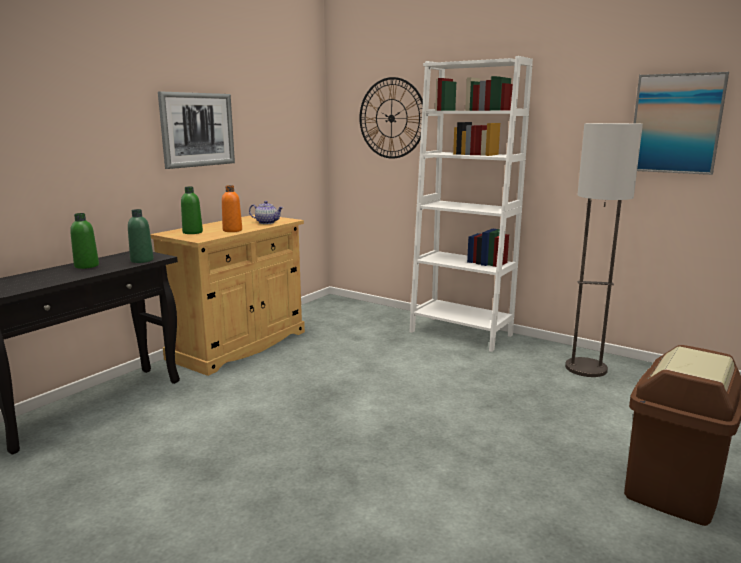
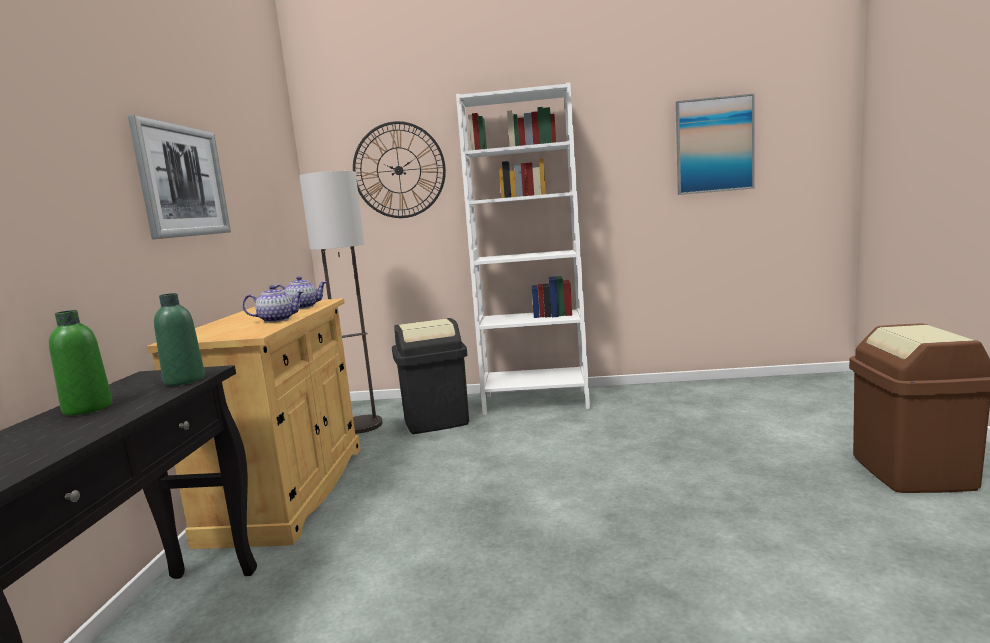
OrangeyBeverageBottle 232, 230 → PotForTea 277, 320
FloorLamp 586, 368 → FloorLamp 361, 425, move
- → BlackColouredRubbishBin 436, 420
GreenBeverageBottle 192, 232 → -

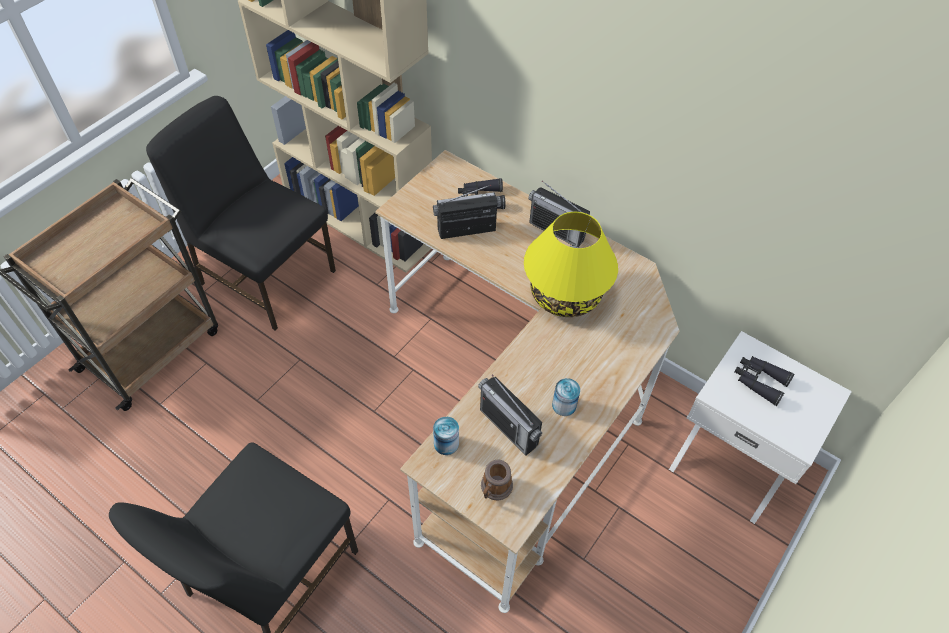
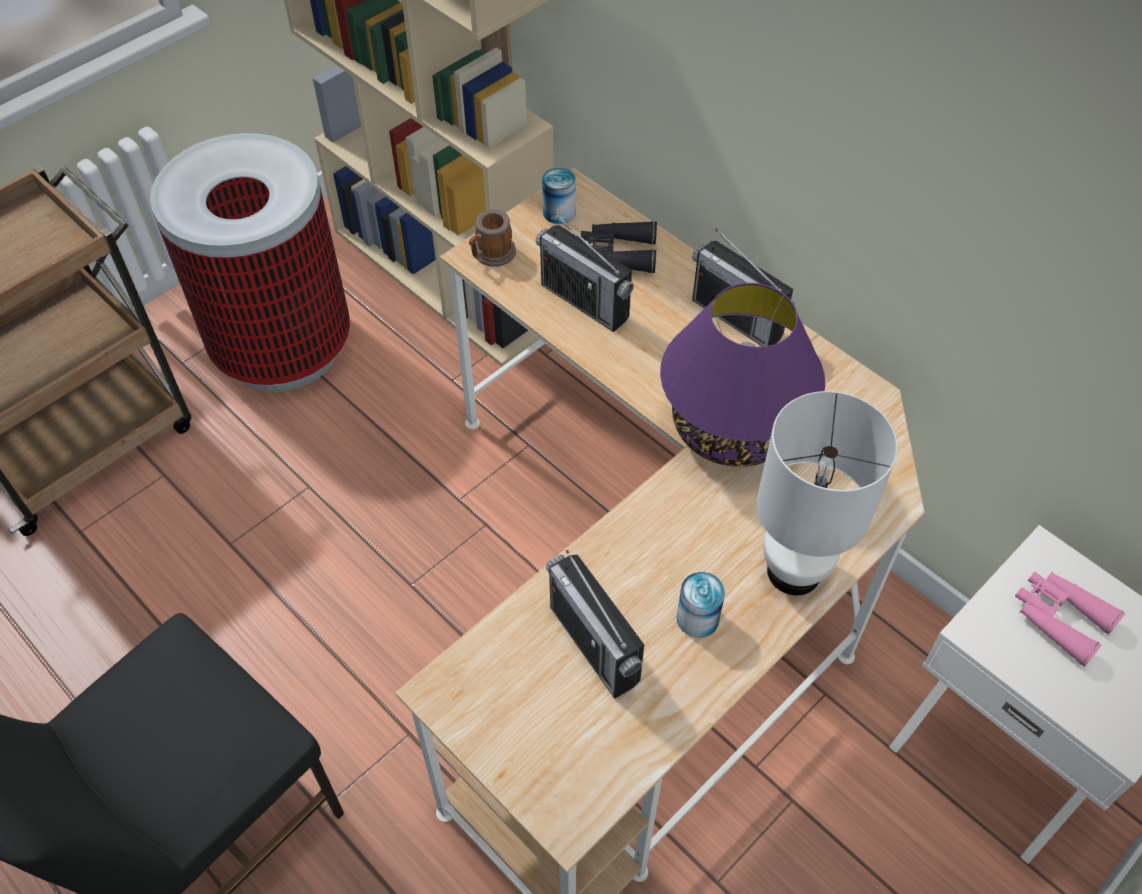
BlackColouredUprightChair 267, 275 → RubbishBin 283, 347
TeaMug 494, 488 → TeaMug 491, 255, move
RadioSet 466, 230 → RadioSet 585, 301, 135 degrees counterclockwise
MetalCan 446, 443 → MetalCan 559, 212, move
YellowTableLamp 565, 295 → PurplishTableLamp 732, 427
- → WhitishTableLamp 792, 571
BlackColouredPairOfBinoculars 759, 381 → PinkPairOfBinoculars 1059, 618

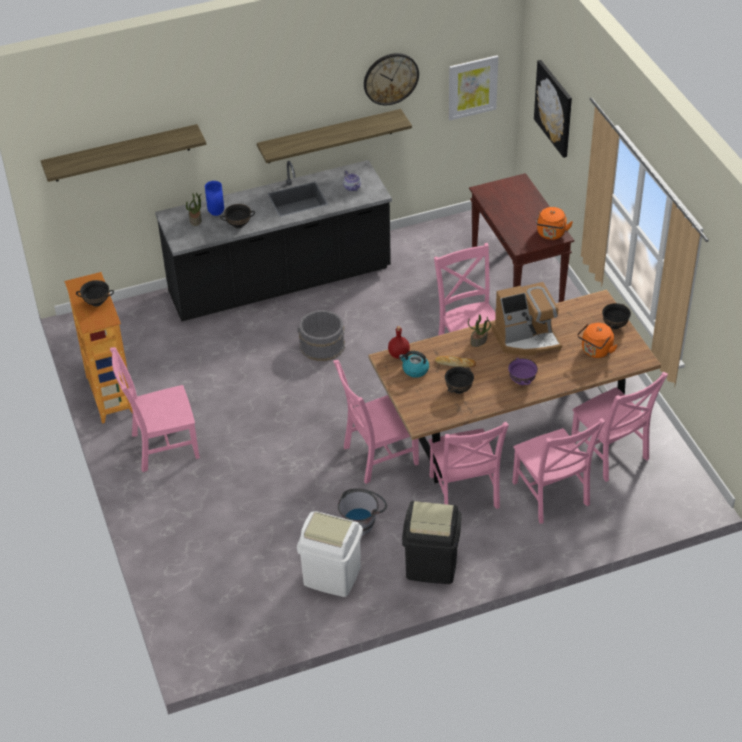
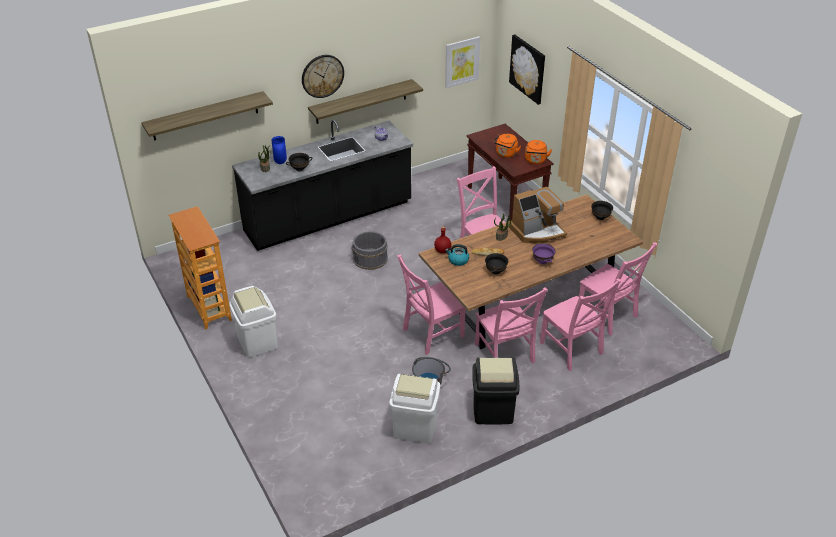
PinkUprightChair 162, 446 → WhitishRubbishBin 257, 342
ClockOnTheWall 390, 78 → ClockOnTheWall 322, 76, move
OrangeyWaterKettle 595, 351 → OrangeyWaterKettle 506, 154, move
BlackColouredBowl 97, 302 → -

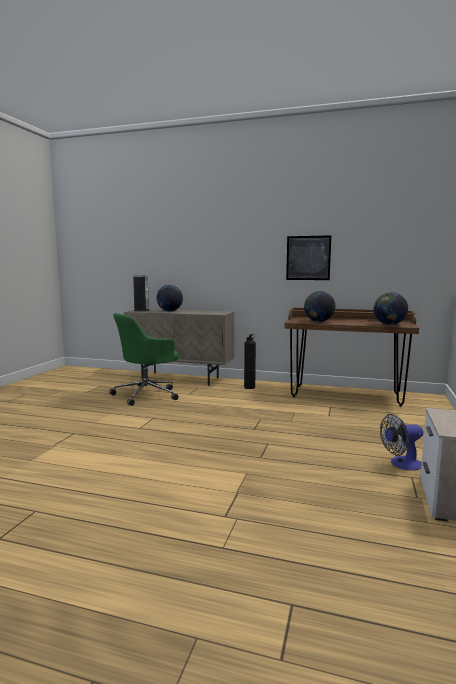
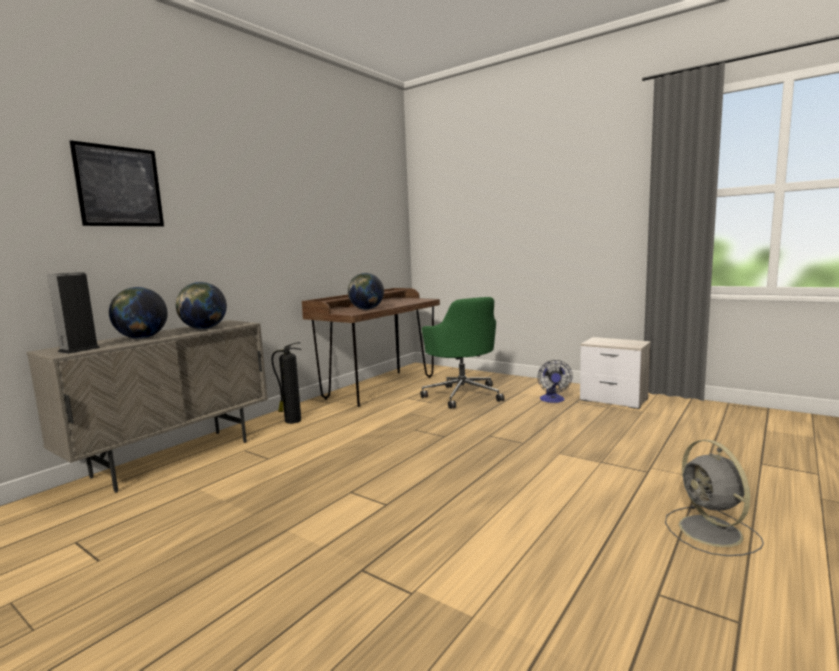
WallPicture 308, 258 → WallPicture 119, 186, move
Globe 389, 325 → Globe 204, 329, move
GreenOfficeChair 147, 394 → GreenOfficeChair 462, 395, move
- → GreyishCoolingFan 712, 532

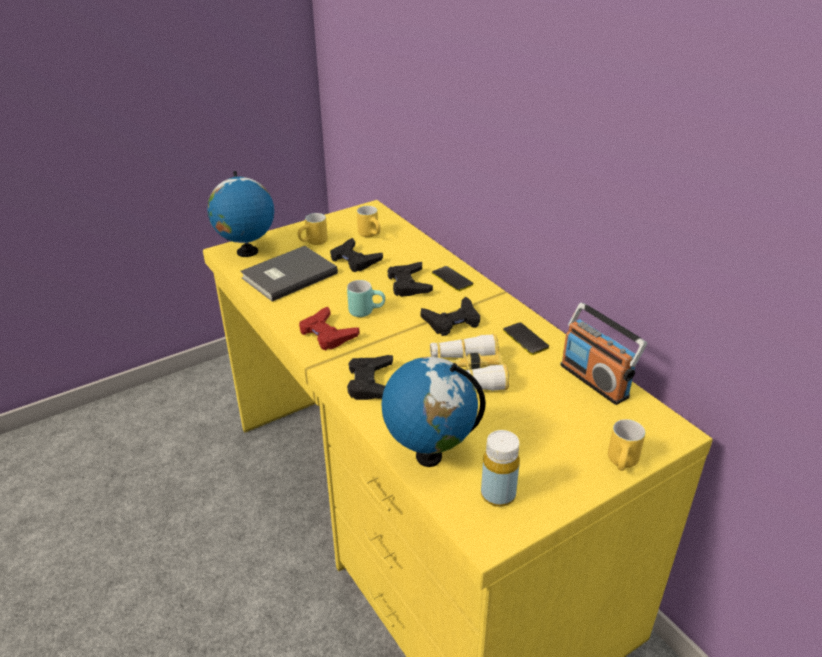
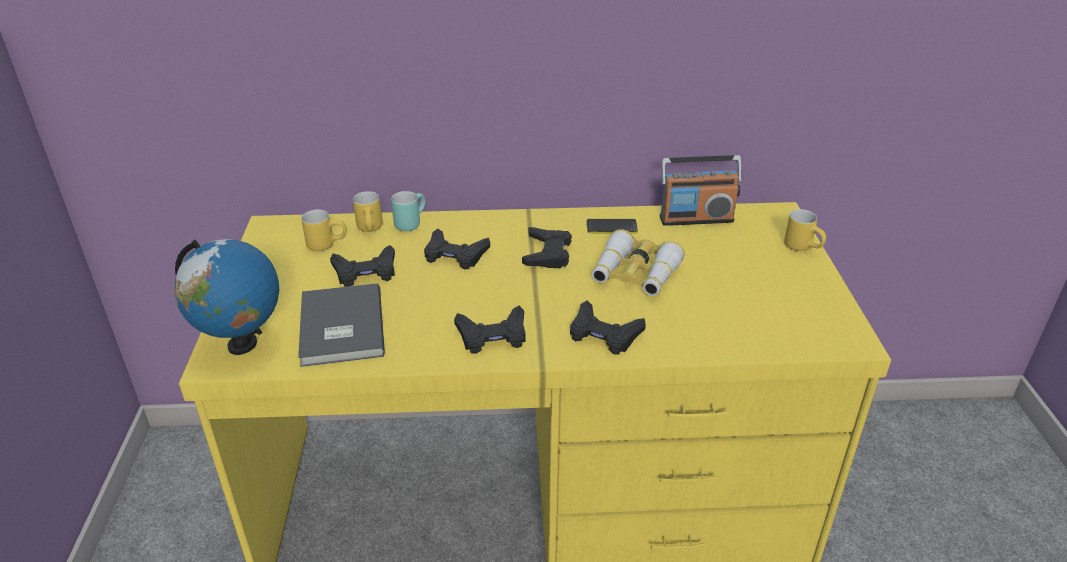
YellowTeaMug 314, 243 → YellowTeaMug 372, 229, move
TurquoiseColouredTeaMug 366, 311 → TurquoiseColouredTeaMug 410, 222, move
RedColouredGameController 327, 334 → BlackColouredGameController 492, 335
Globe 429, 455 → -
Phone 452, 279 → -
YellowBeverageBottle 498, 495 → -

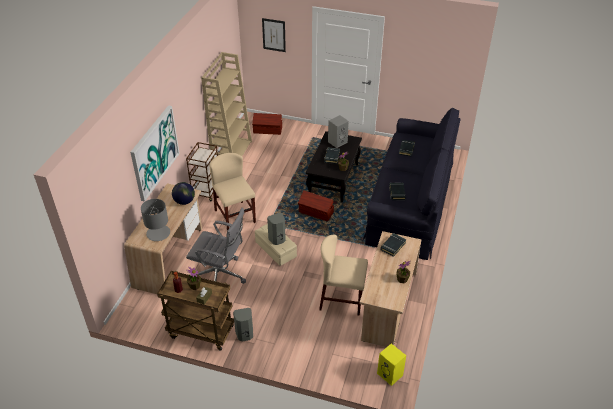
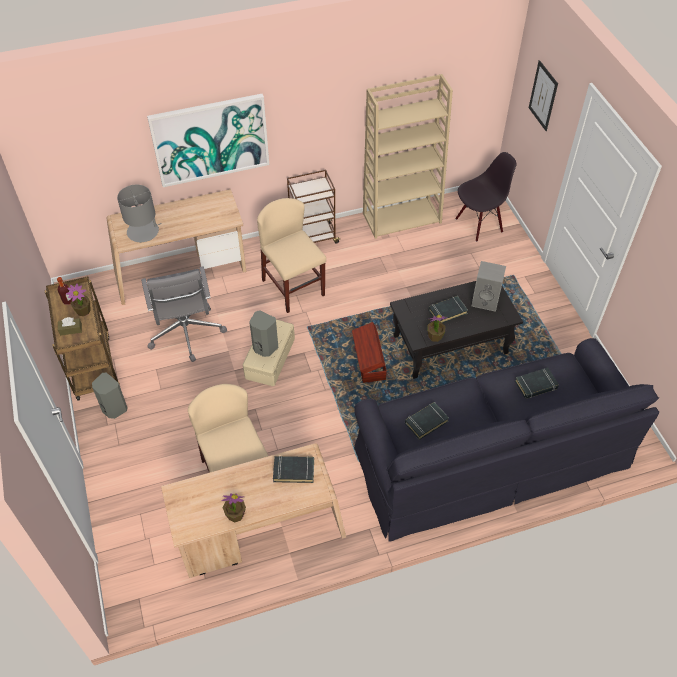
BeigeColouredUprightChair 235, 216 → BeigeColouredUprightChair 293, 288, 60 degrees counterclockwise
BrownishStorageBin 268, 130 → BlackColouredUprightChair 479, 224
Globe 184, 201 → -
YellowSpeaker 390, 374 → -

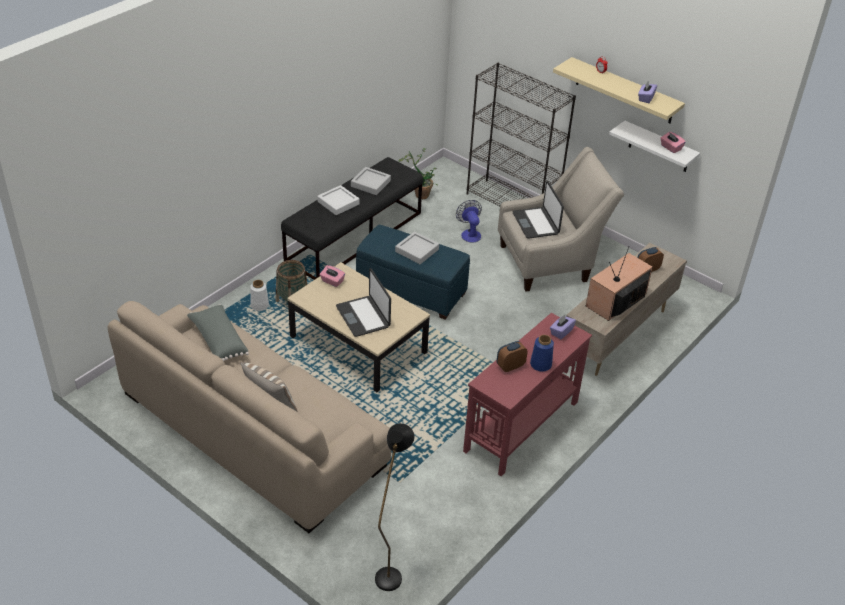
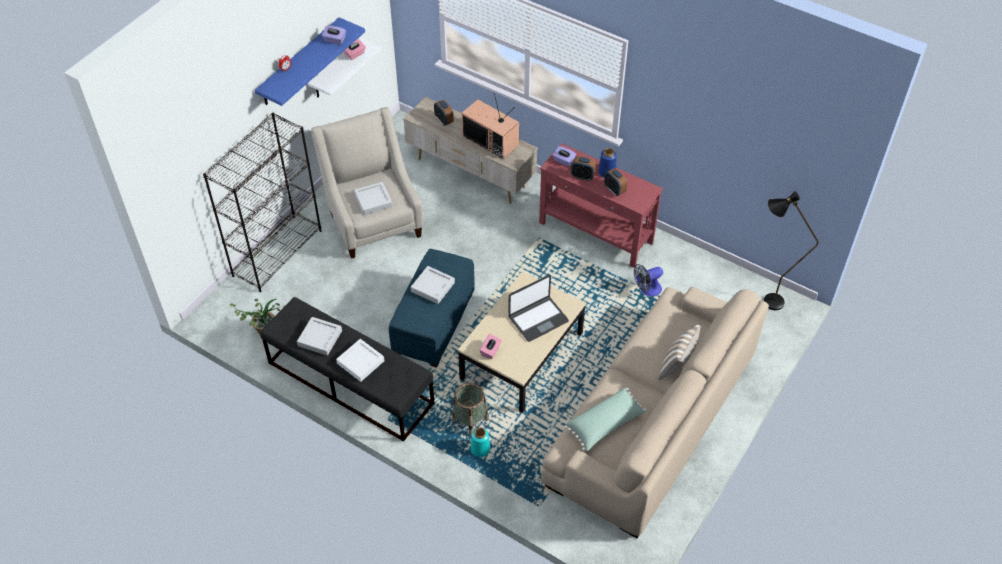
BeigeColouredShelf 624, 91 → BluishShelf 299, 62
NotebookComputer 536, 223 → GreyishTray 373, 200
WhitishFlowerVase 260, 305 → TurquoiseColouredFlowerVase 480, 449
GreyishPillow 218, 341 → GreenPillow 605, 424
- → TableClock 582, 176
CoolingFan 469, 233 → CoolingFan 647, 290, move

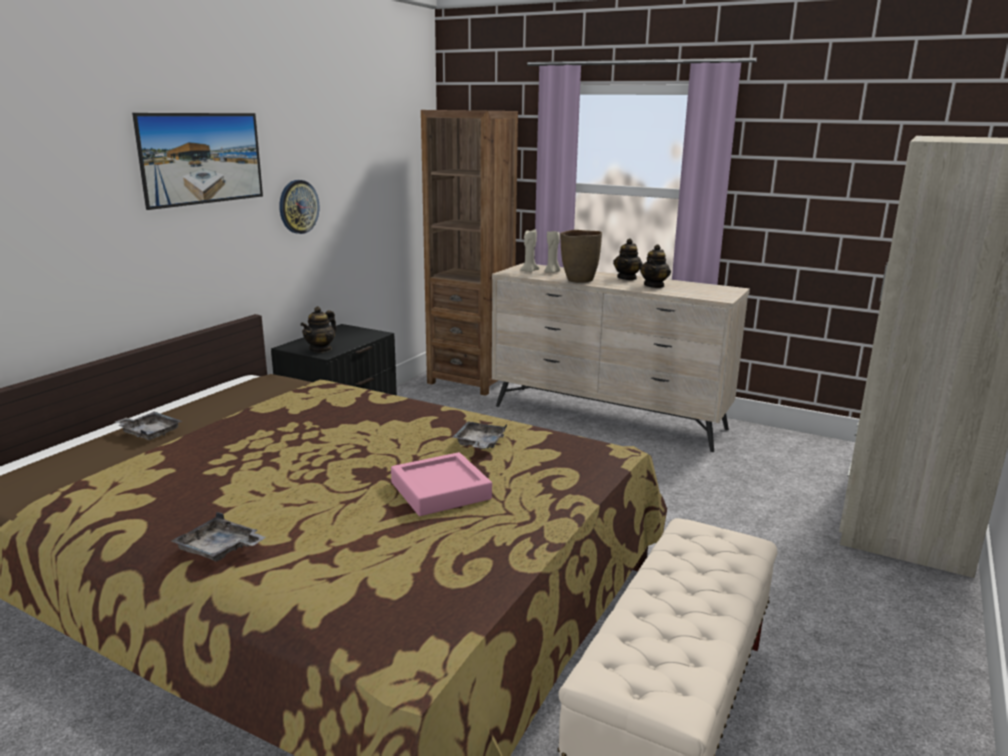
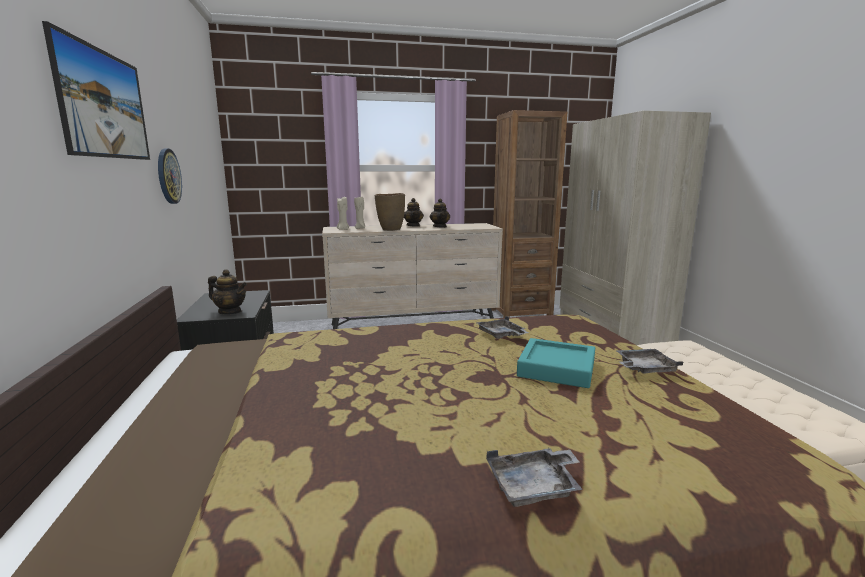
PotForTea 321, 349 → PotForTea 230, 312, 60 degrees counterclockwise
BrownishBookcase 470, 381 → BrownishBookcase 520, 313, move
PinkTray 440, 491 → TurquoiseColouredTray 556, 368
GreyishTray 149, 432 → GreyishTray 644, 368, move

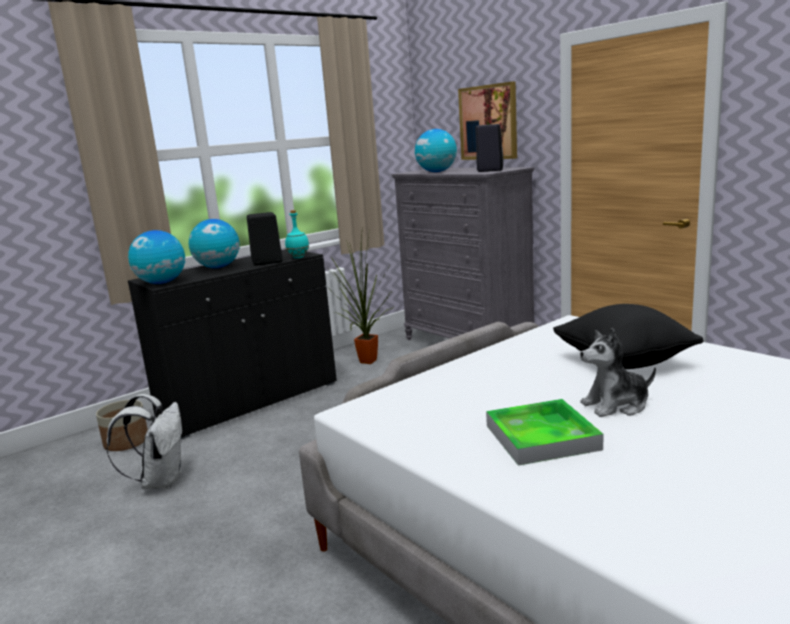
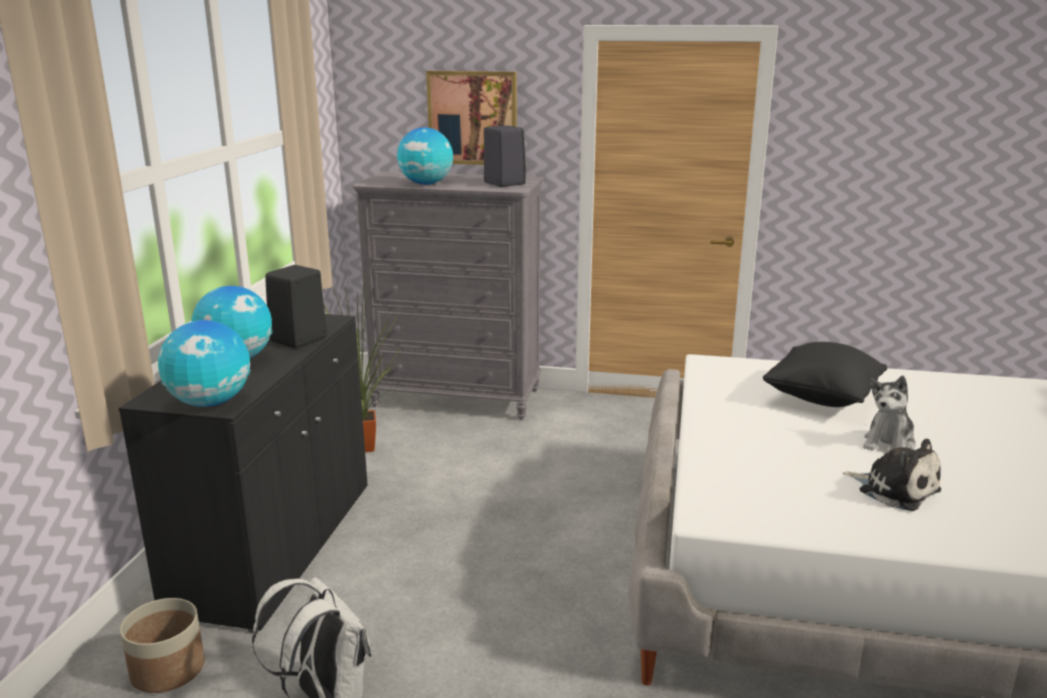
Tray 541, 437 → CuddlyToy 894, 489
TurquoiseColouredBeverageBottle 298, 257 → -

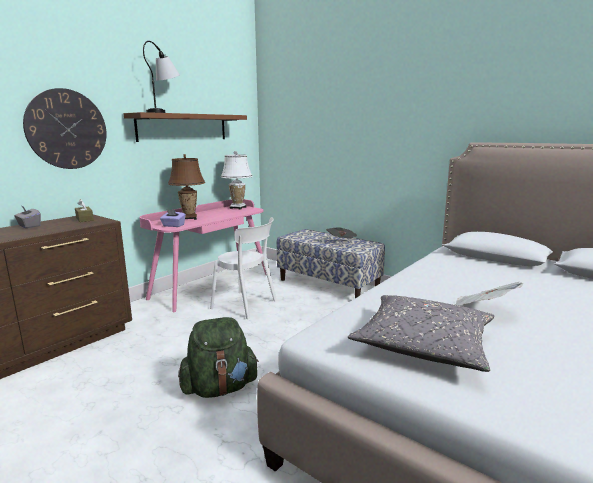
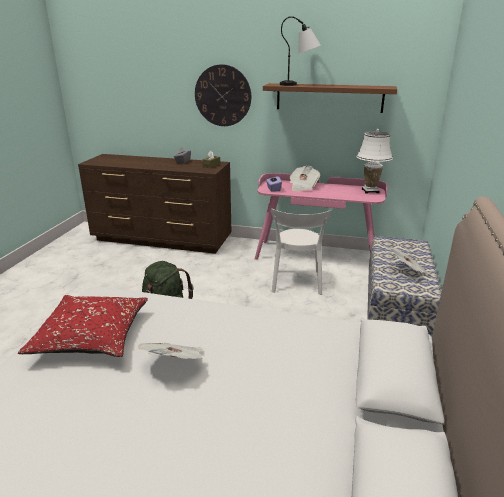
GreyishPillow 423, 345 → RedColouredPillow 92, 337
BrownishTableLamp 189, 218 → Newspaper 303, 187

